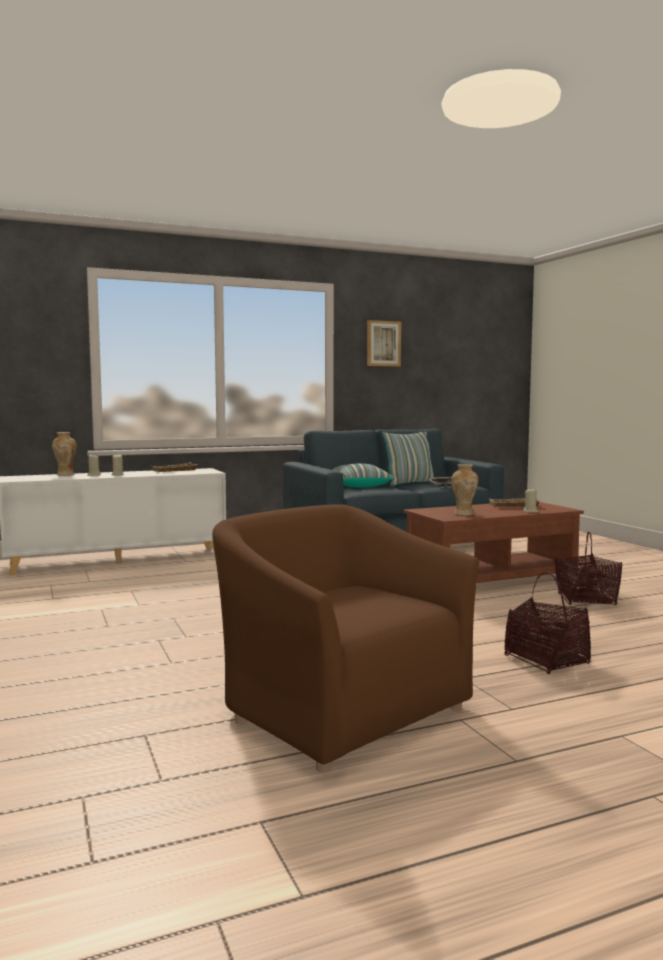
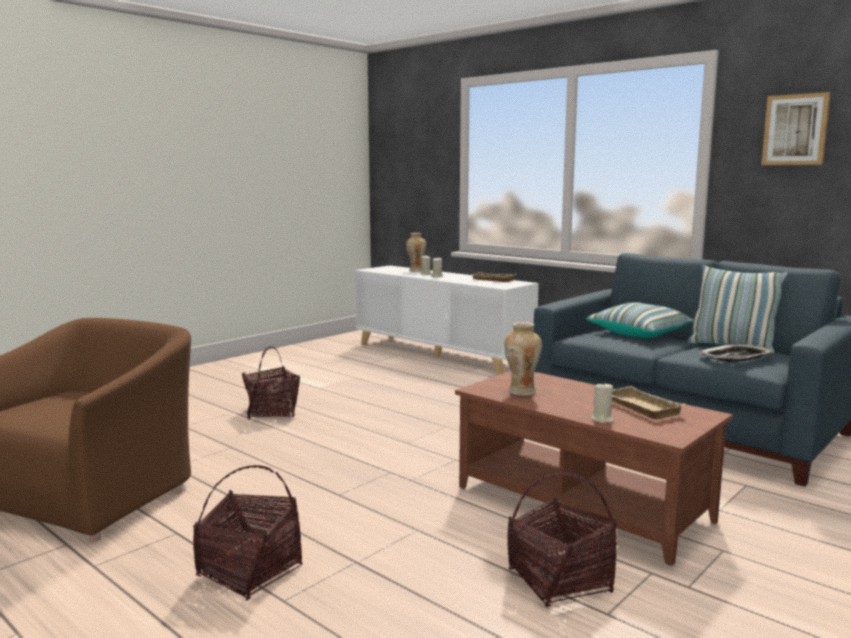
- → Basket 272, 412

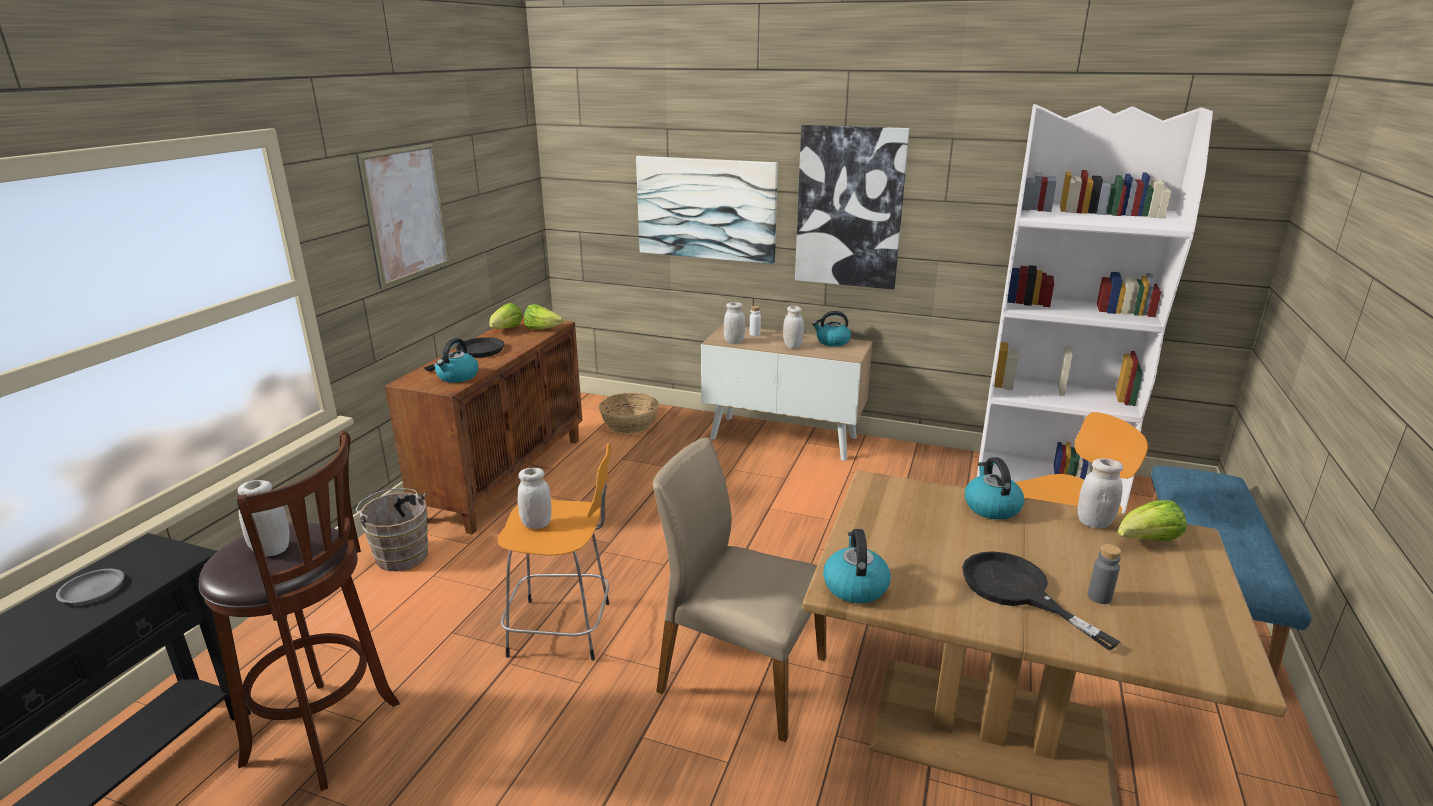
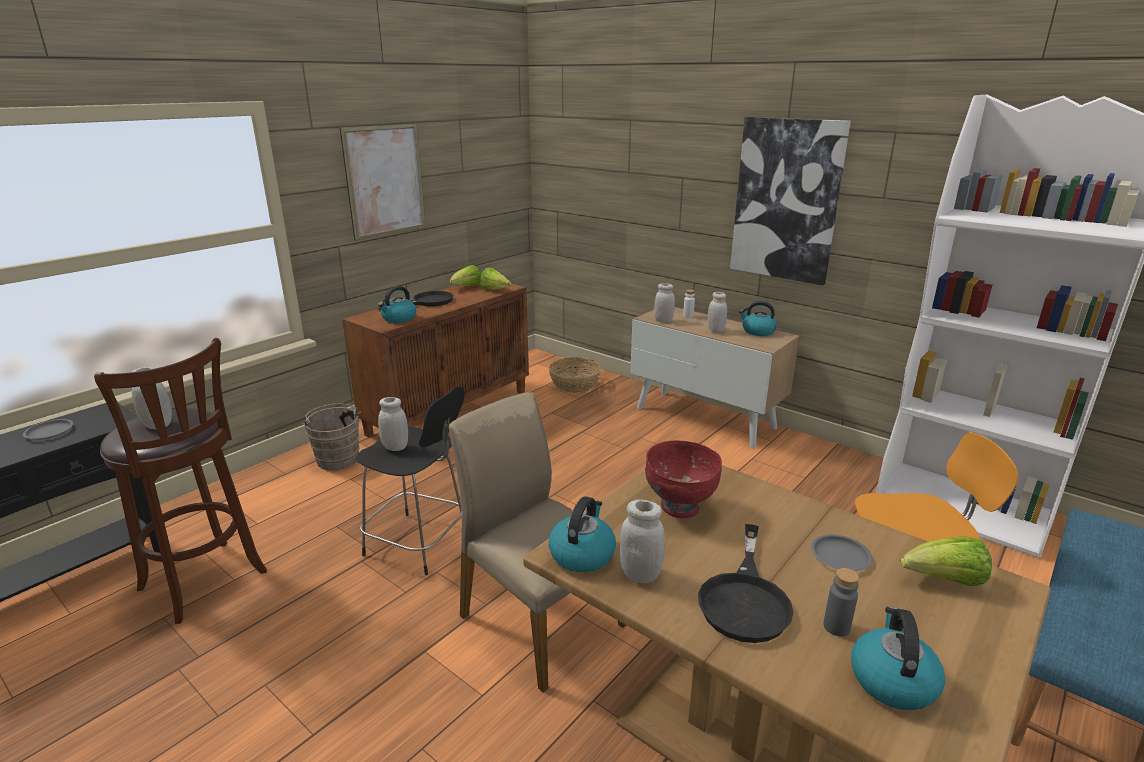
OrangeyStoolSeat 564, 629 → BlackColouredStoolSeat 419, 544
WhitishPreserveJar 1094, 522 → WhitishPreserveJar 640, 574, move
- → RedColouredBowl 679, 508
BlackColouredFryingPan 1016, 591 → BlackColouredFryingPan 745, 598, 150 degrees counterclockwise
- → GreyishFlatDish 840, 557
WaterKettle 991, 507 → WaterKettle 892, 680, move
WallPicture 706, 209 → -

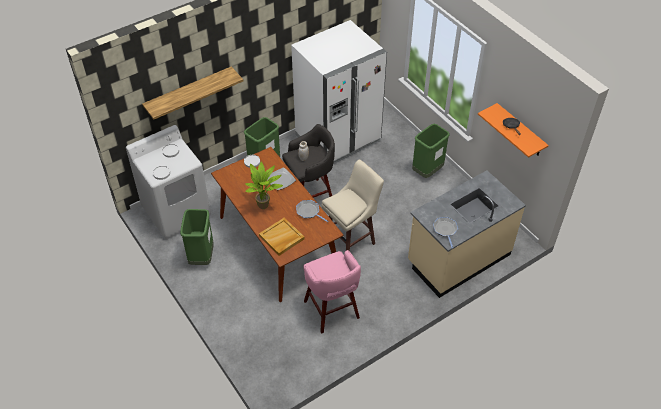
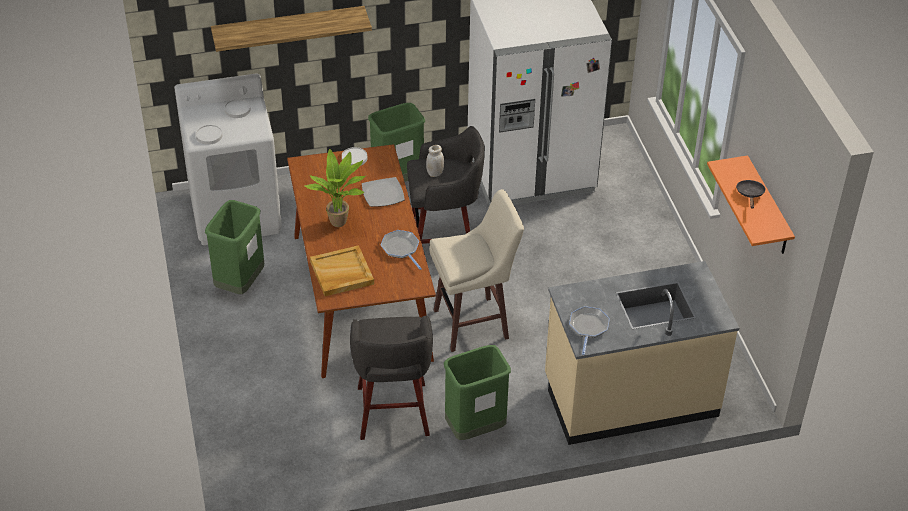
PinkStoolSeat 332, 311 → GreyishStoolSeat 393, 413
GreenRubbishBin 427, 171 → GreenRubbishBin 475, 429, move

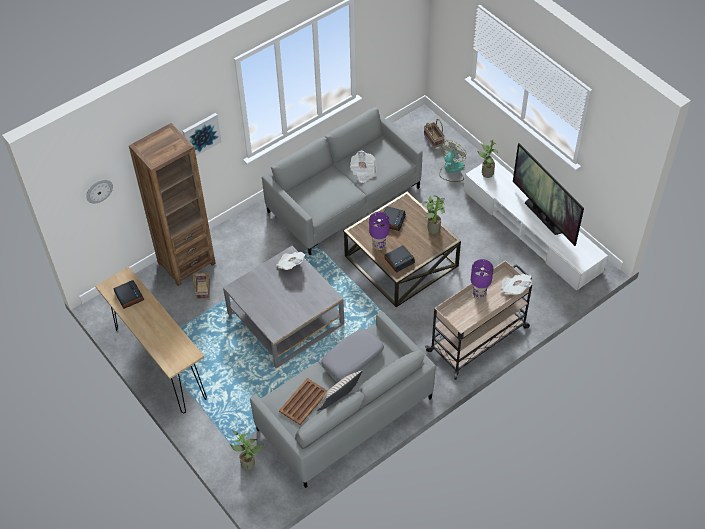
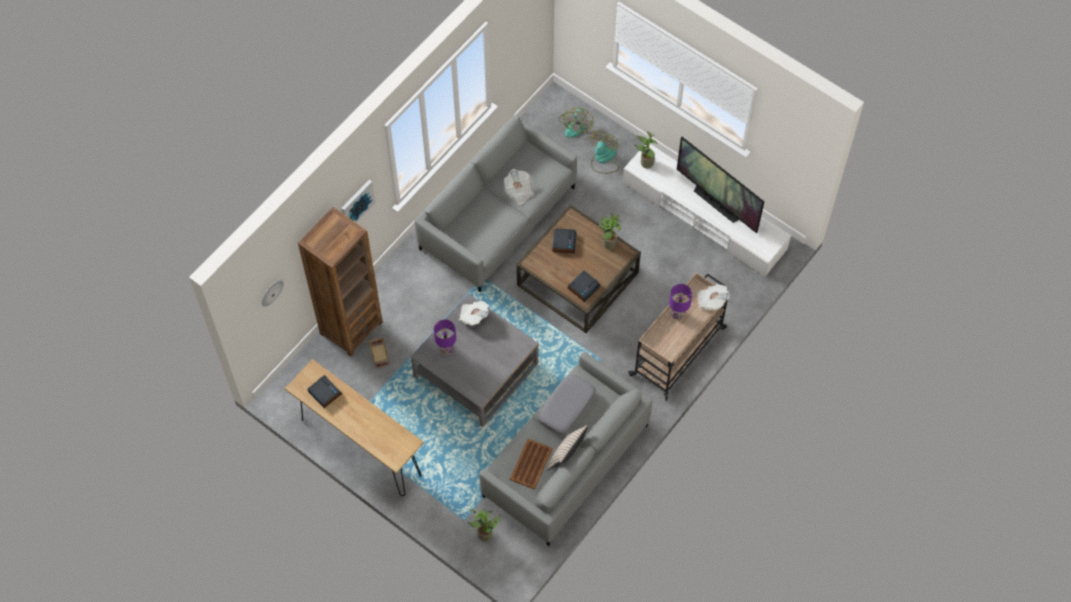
PurplishTableLamp 379, 246 → PurplishTableLamp 446, 349, move
Basket 434, 140 → CoolingFan 575, 125

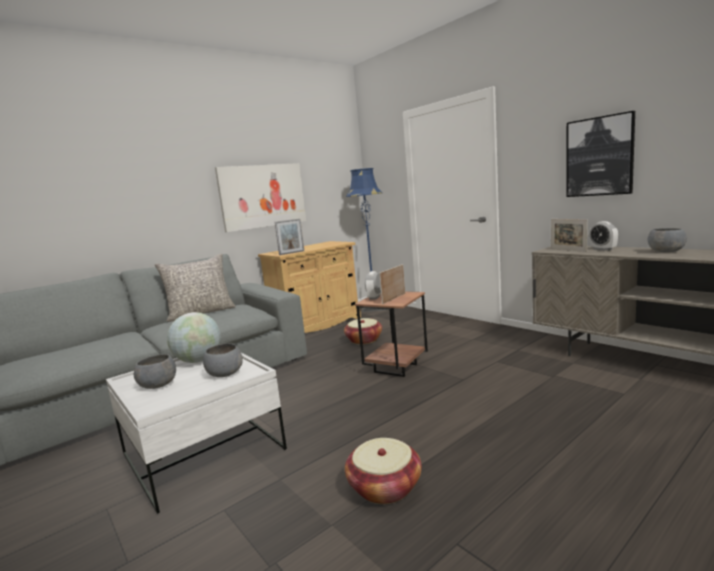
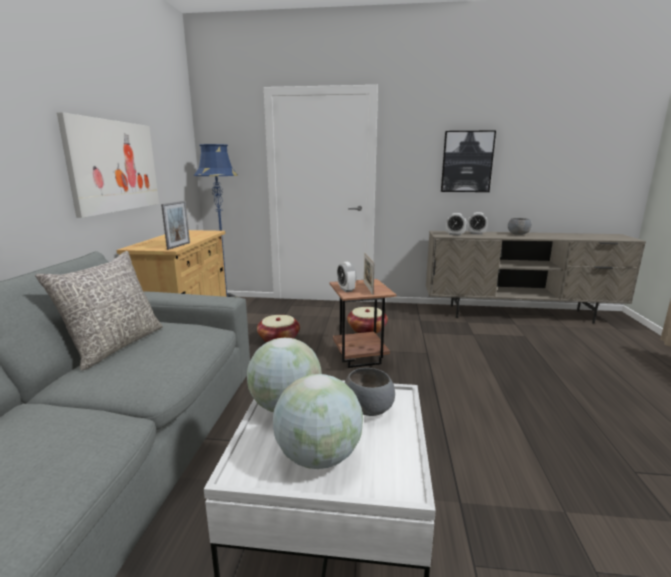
GreyishBowl 158, 385 → Globe 318, 457
Basket 384, 487 → Basket 367, 330, move
PictureFrame 568, 250 → TableClock 455, 234

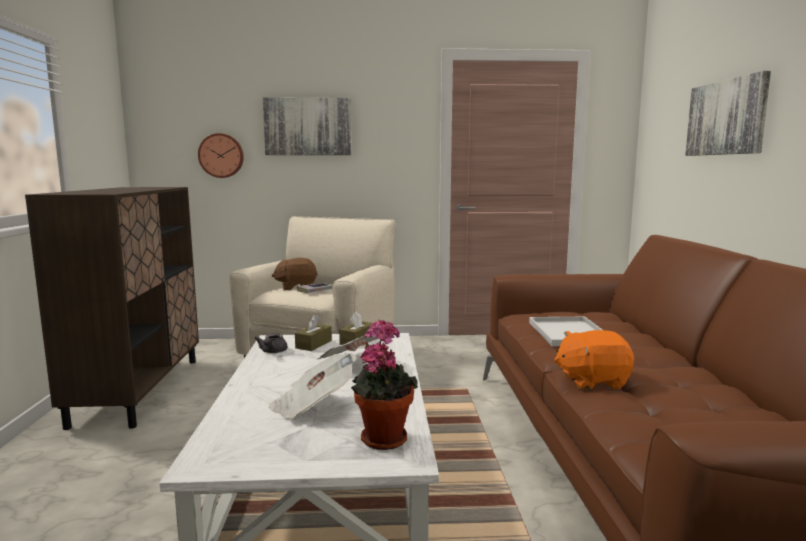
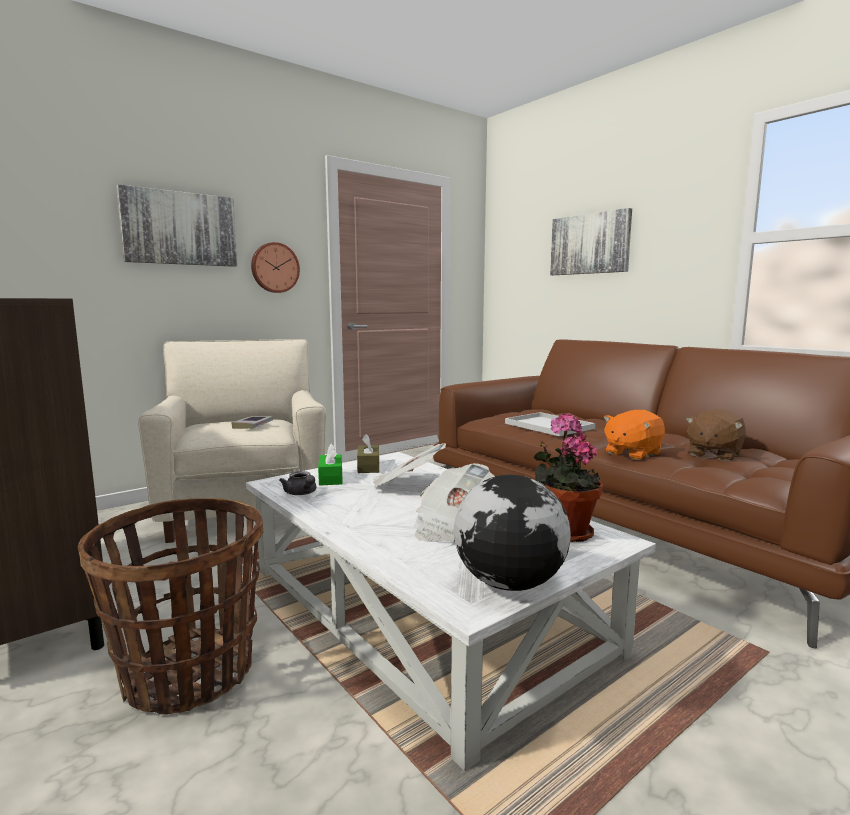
- → Basket 189, 674
ClockOnTheWall 221, 155 → ClockOnTheWall 274, 268, move
BrownishTissueHolder 313, 344 → GreenTissueHolder 330, 478
- → Globe 510, 583
BrownishCuddlyToy 296, 287 → BrownishCuddlyToy 713, 454, move

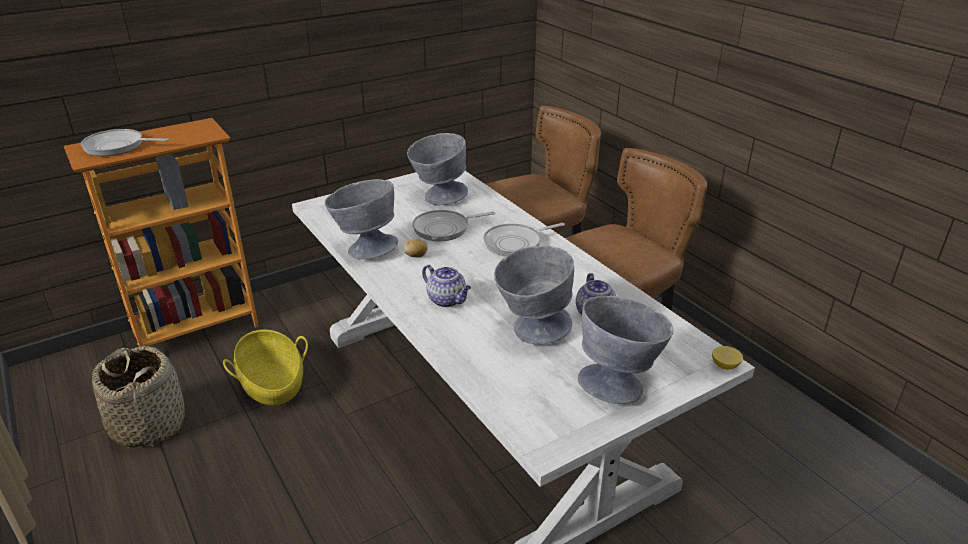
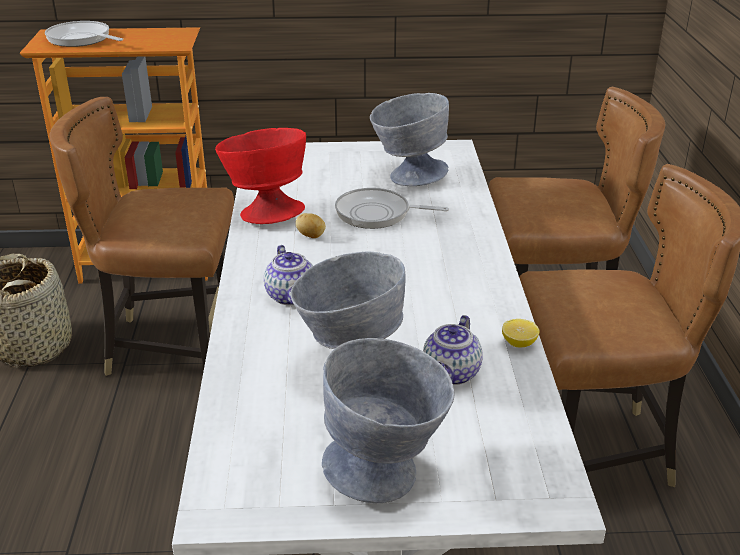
Basket 272, 384 → BrownishUprightChair 170, 346
GreyishBowl 365, 248 → RedColouredBowl 266, 212
WholeLemon 725, 366 → WholeLemon 519, 343, move
FryingPan 516, 243 → -

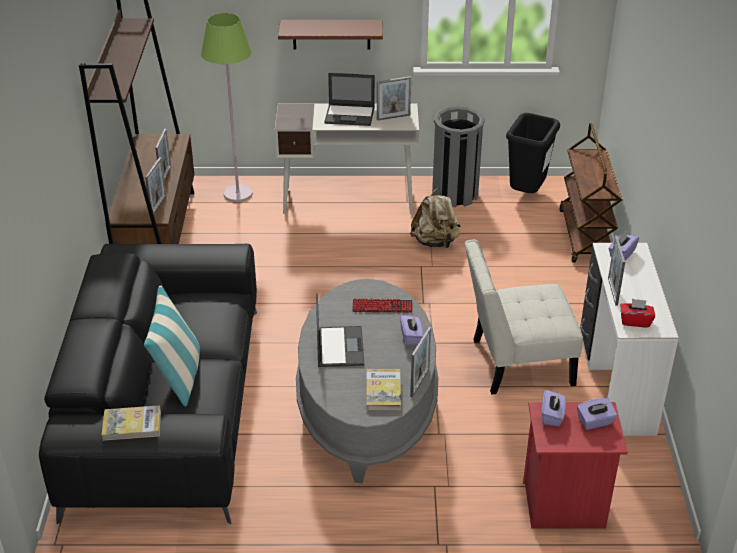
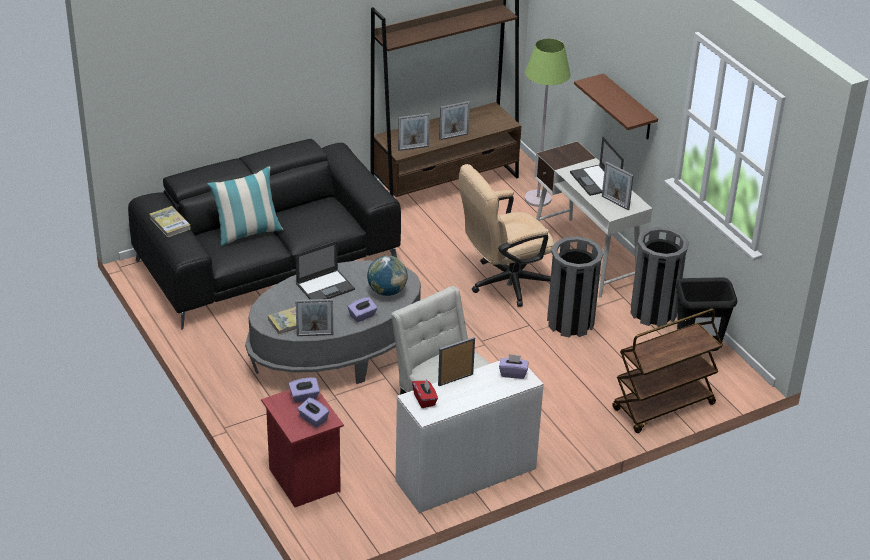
Keyboard 382, 307 → Globe 387, 291
- → BeigeColouredOfficeChair 504, 283
BeigeColouredBackpack 435, 242 → GreyishRubbishBin 570, 322

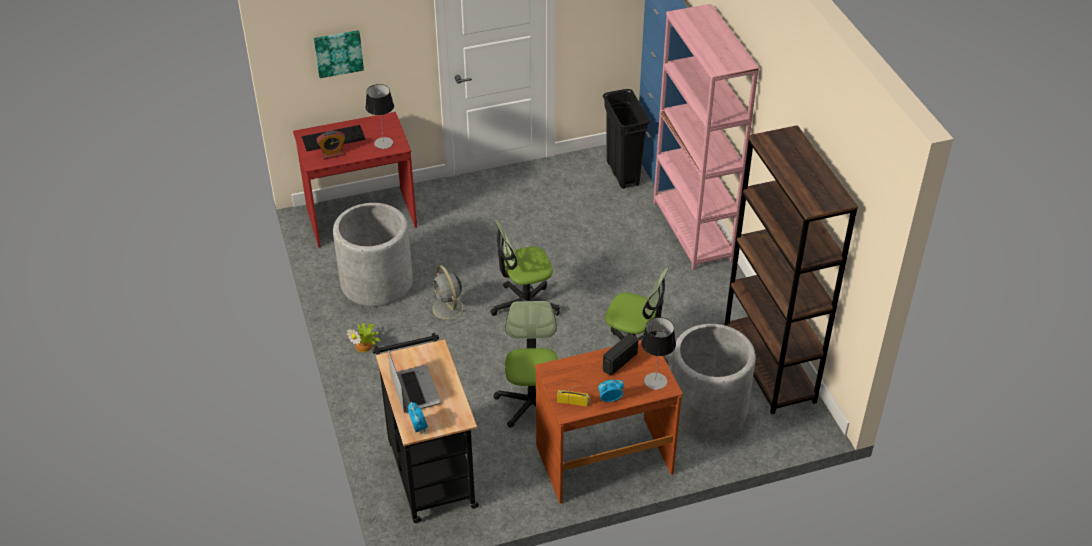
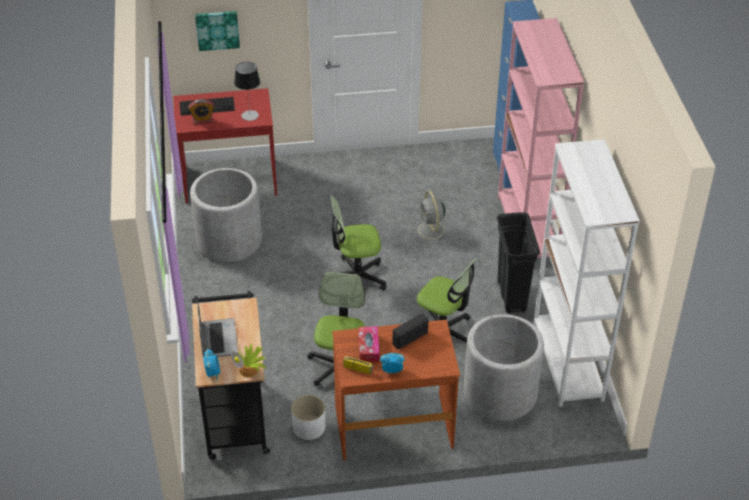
Houseplant 365, 345 → Houseplant 250, 369, move
- → WhitishPlanter 308, 427
- → TissueHolder 368, 348
GreyishCoolingFan 448, 309 → GreyishCoolingFan 431, 231, move
BlackColouredRubbishBin 622, 173 → BlackColouredRubbishBin 511, 295, move
BrownishBookcase 769, 366 → WhitishBookcase 568, 362
TableLamp 655, 381 → -

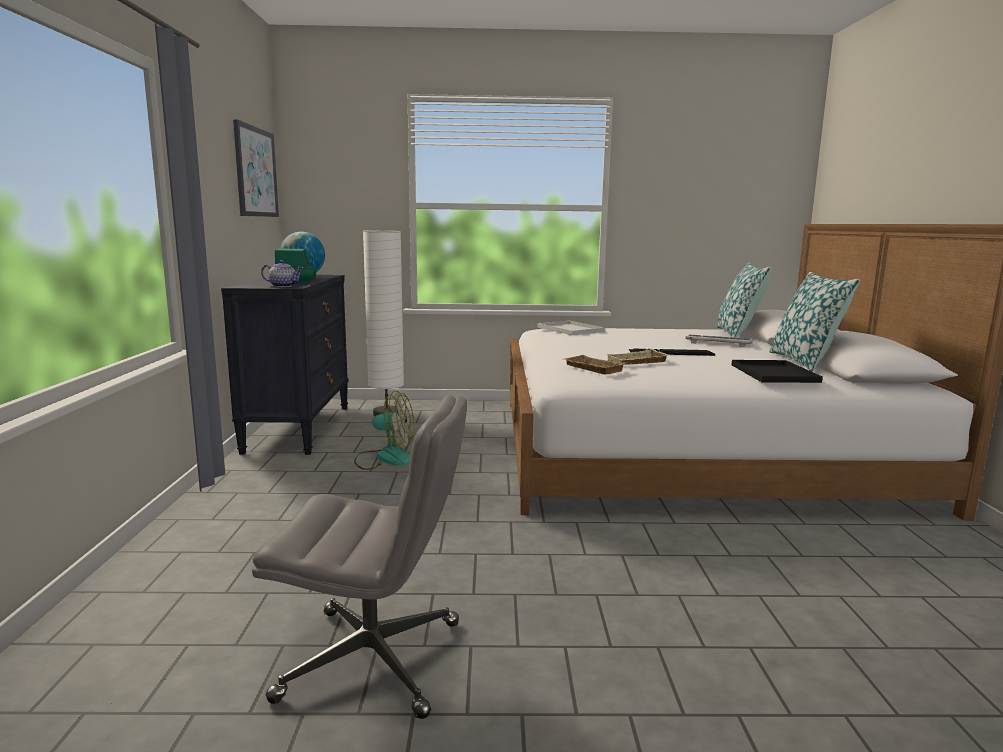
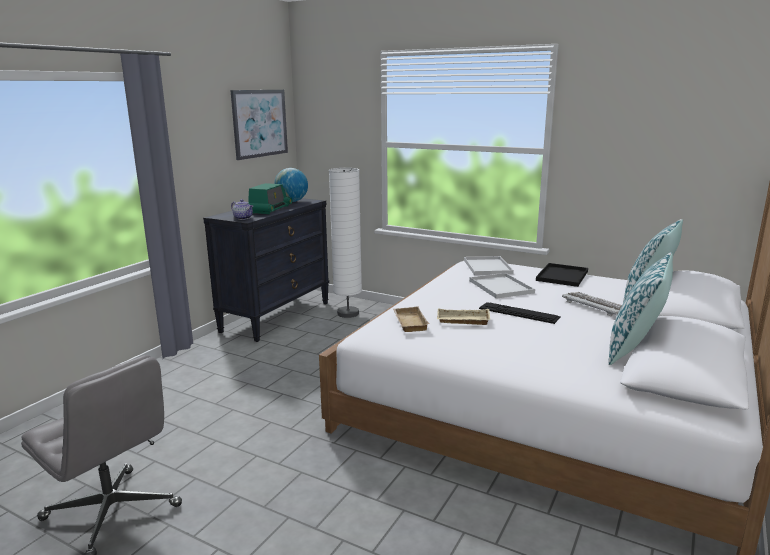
- → WhitishTray 502, 287
BlackColouredTray 772, 373 → BlackColouredTray 561, 275, move
CoolingFan 385, 458 → -

